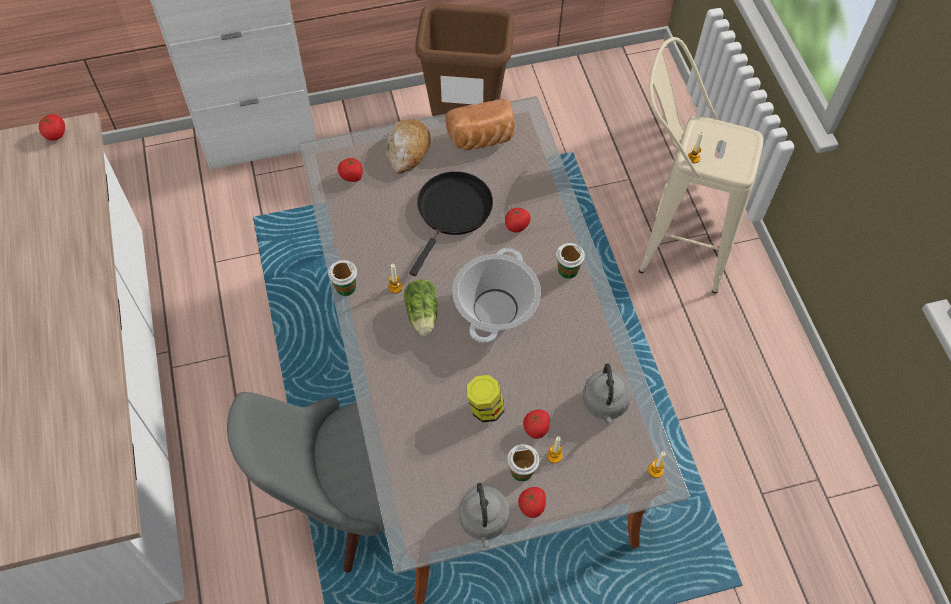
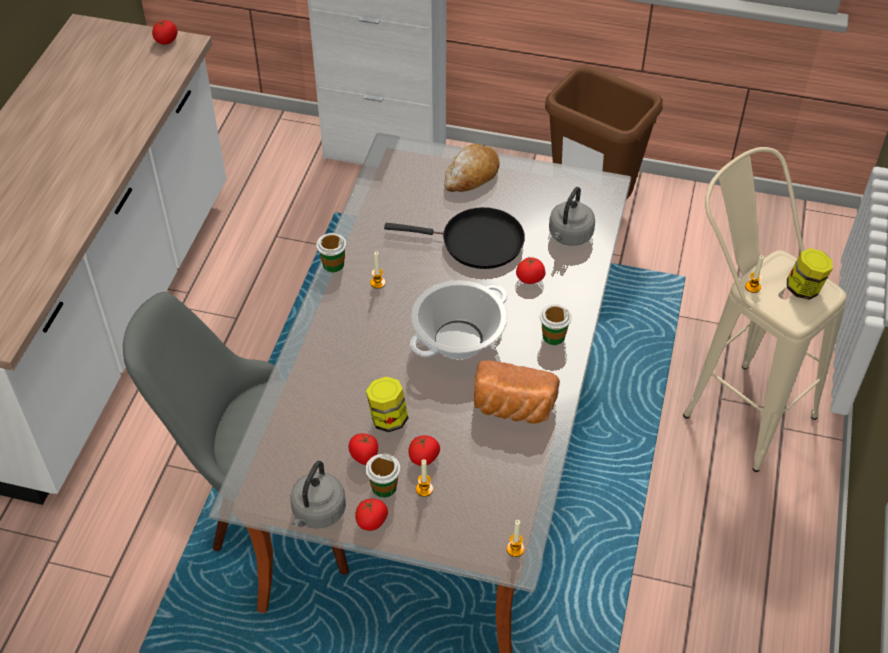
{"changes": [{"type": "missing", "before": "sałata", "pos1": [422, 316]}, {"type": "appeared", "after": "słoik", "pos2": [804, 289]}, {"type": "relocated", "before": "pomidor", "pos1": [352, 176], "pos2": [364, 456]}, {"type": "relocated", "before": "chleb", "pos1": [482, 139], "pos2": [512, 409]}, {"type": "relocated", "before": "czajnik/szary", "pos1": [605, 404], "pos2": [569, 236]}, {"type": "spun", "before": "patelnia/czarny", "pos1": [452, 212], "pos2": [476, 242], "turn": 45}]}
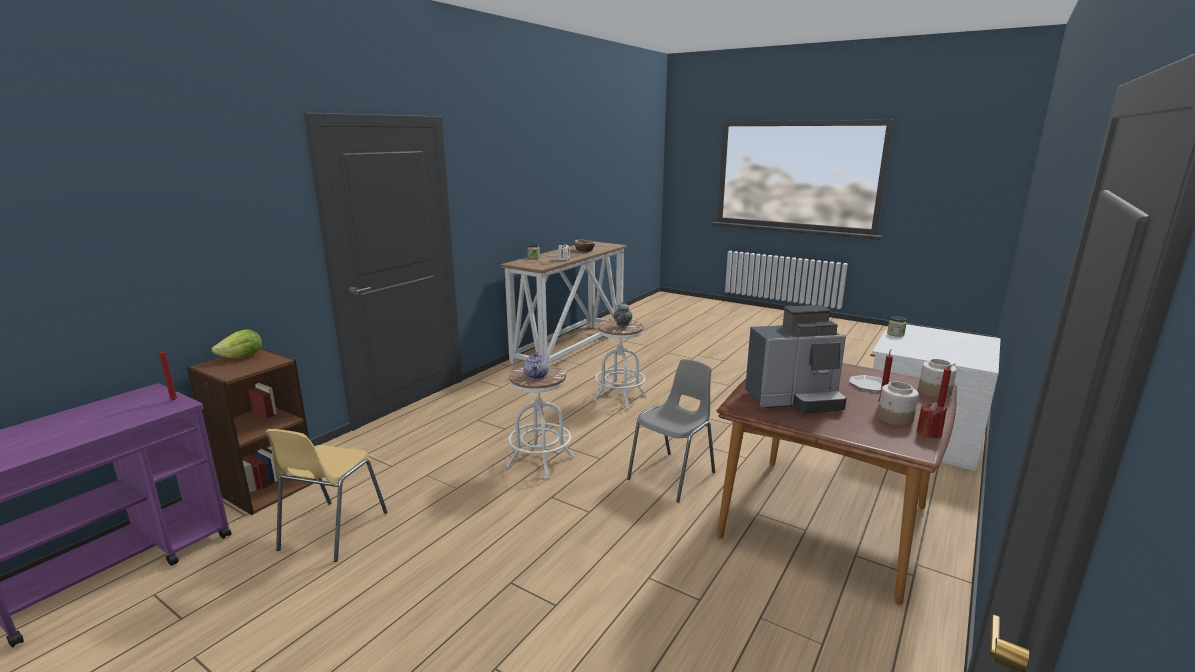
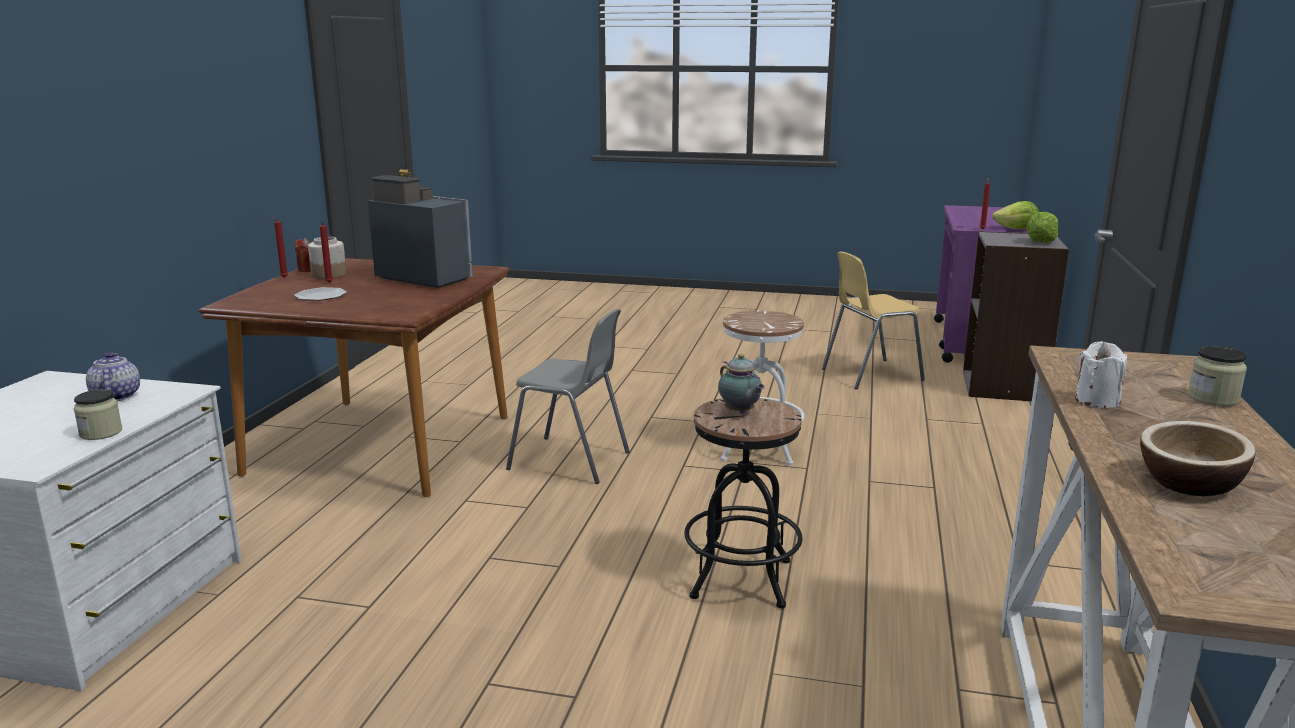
{"changes": [{"type": "missing", "before": "słoik", "pos1": [934, 392]}, {"type": "appeared", "after": "sałata", "pos2": [1016, 229]}, {"type": "relocated", "before": "imbryk", "pos1": [536, 376], "pos2": [115, 396]}, {"type": "colour", "before": "regał/brązowy", "after": "regał/szary", "pos1": [266, 487], "pos2": [1004, 387]}, {"type": "colour", "before": "stołek/biały", "after": "stołek/czarny", "pos1": [620, 398], "pos2": [741, 579]}, {"type": "spun", "before": "krzesło/żółty", "pos1": [332, 531], "pos2": [870, 374], "turn": -105}, {"type": "spun", "before": "krzesło/szary", "pos1": [673, 476], "pos2": [570, 461], "turn": -90}, {"type": "spun", "before": "ekspres do kawy", "pos1": [795, 400], "pos2": [424, 277], "turn": 60}]}
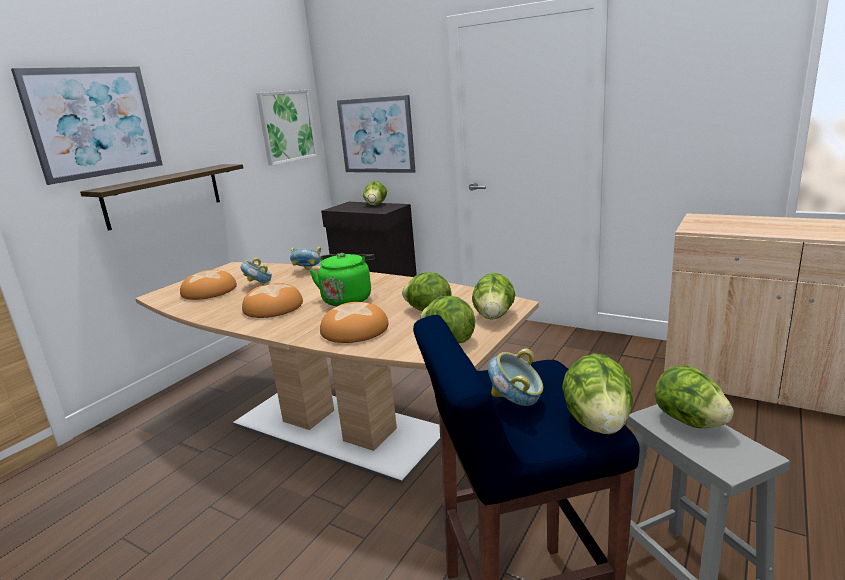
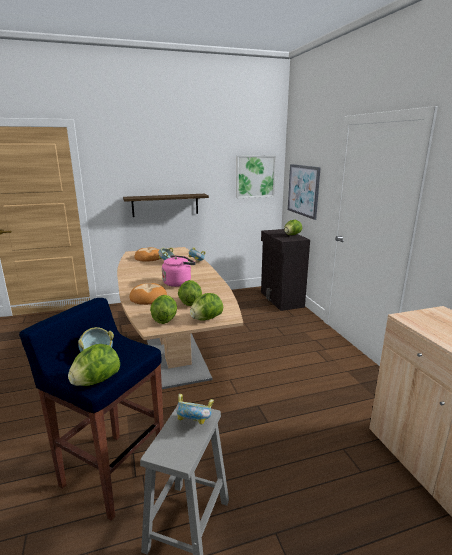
{"changes": [{"type": "missing", "before": "obraz", "pos1": [94, 122]}, {"type": "missing", "before": "chleb", "pos1": [273, 307]}, {"type": "exchanged", "before": "sałata", "after": "miska", "pos1": [689, 421], "pos2": [194, 423]}, {"type": "colour", "before": "czajnik/zielony", "after": "czajnik/różowy", "pos1": [348, 299], "pos2": [178, 282]}]}
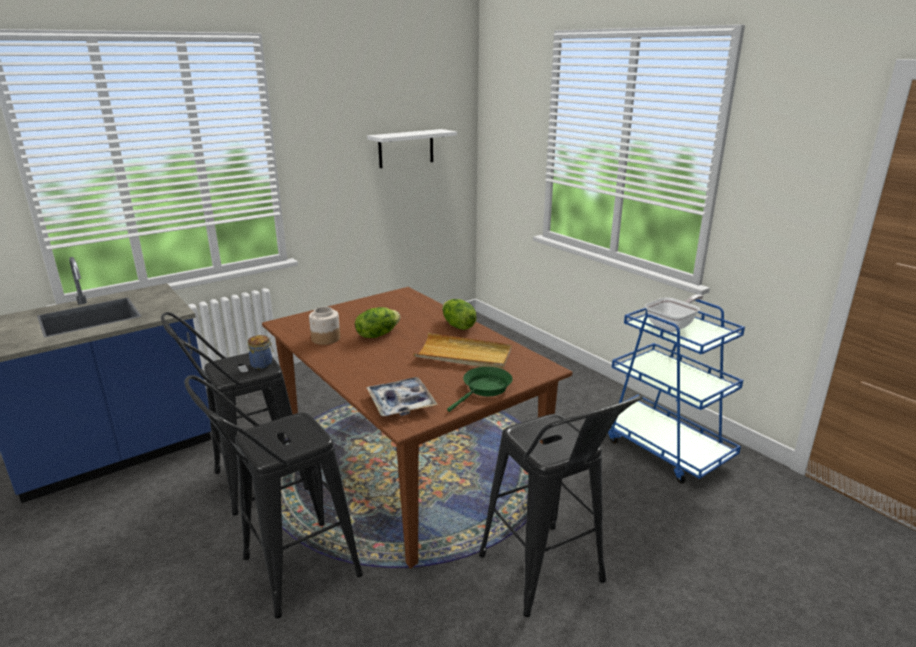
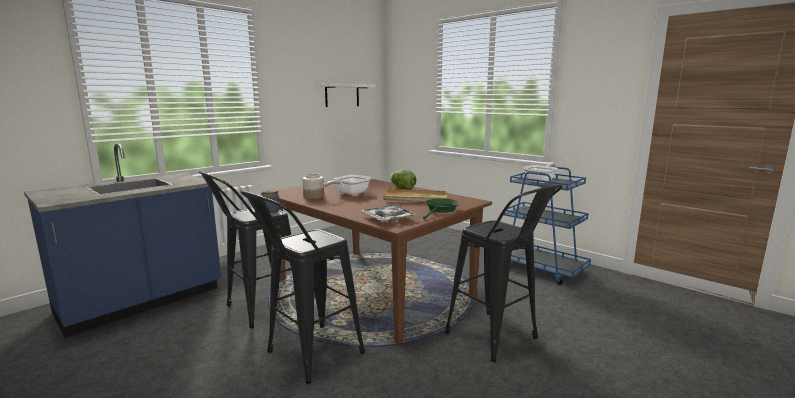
{"changes": [{"type": "exchanged", "before": "sałata", "after": "patelnia", "pos1": [377, 334], "pos2": [349, 193]}]}
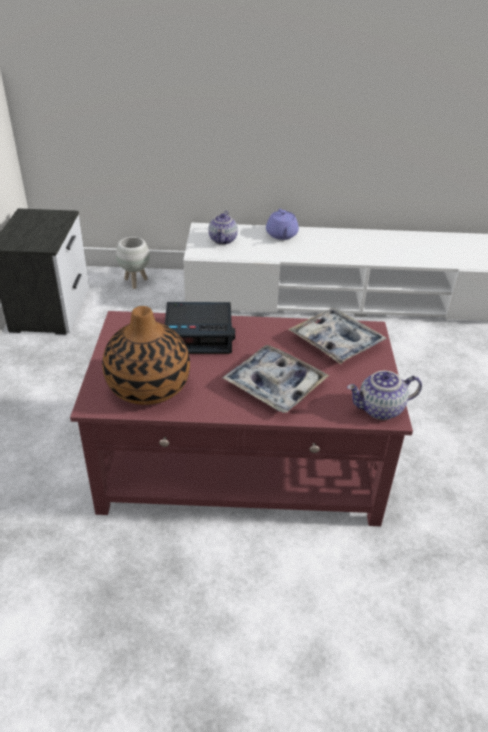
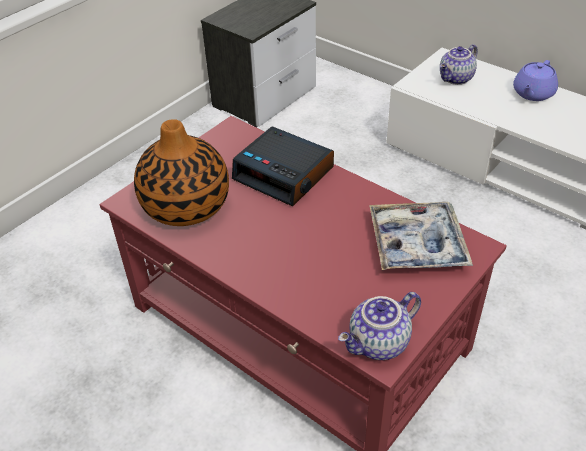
{"changes": [{"type": "missing", "before": "donica/biały", "pos1": [135, 282]}, {"type": "missing", "before": "taca", "pos1": [274, 385]}, {"type": "spun", "before": "imbryk", "pos1": [380, 410], "pos2": [379, 344], "turn": -60}]}
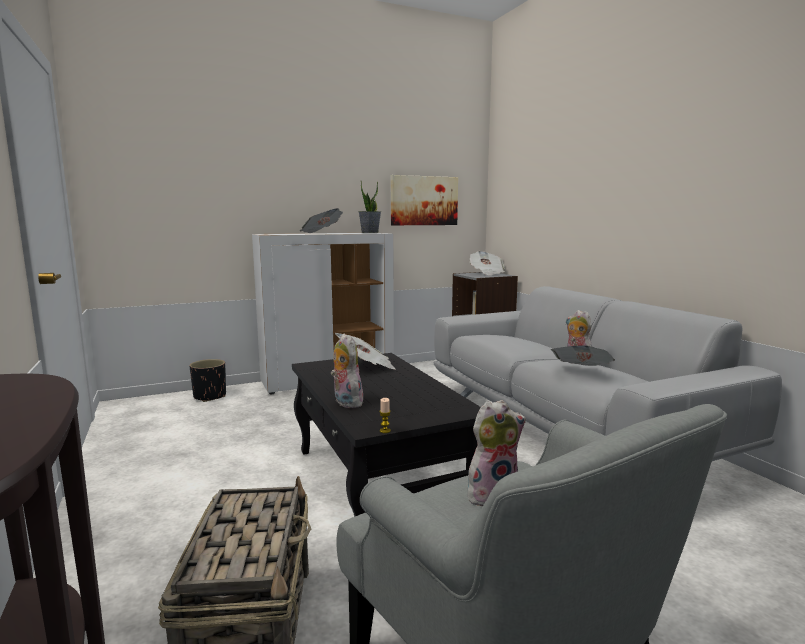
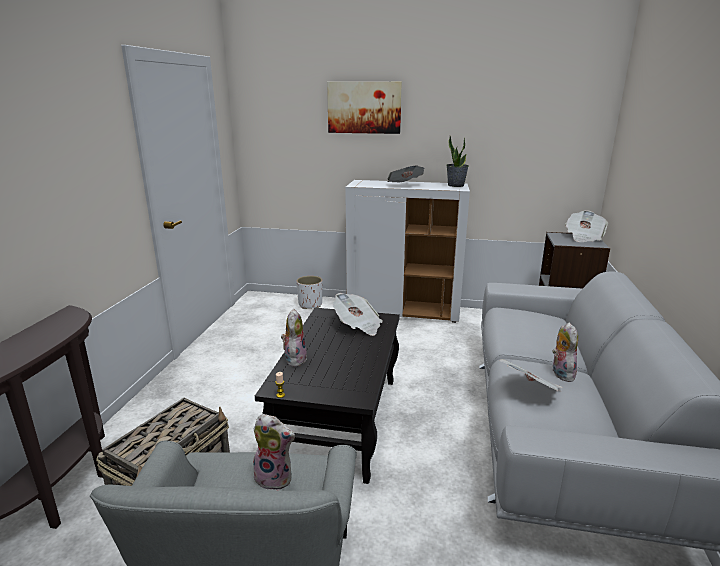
{"changes": [{"type": "relocated", "before": "obraz", "pos1": [424, 201], "pos2": [364, 107]}, {"type": "colour", "before": "donica/czarny", "after": "donica/biały", "pos1": [209, 396], "pos2": [310, 304]}]}
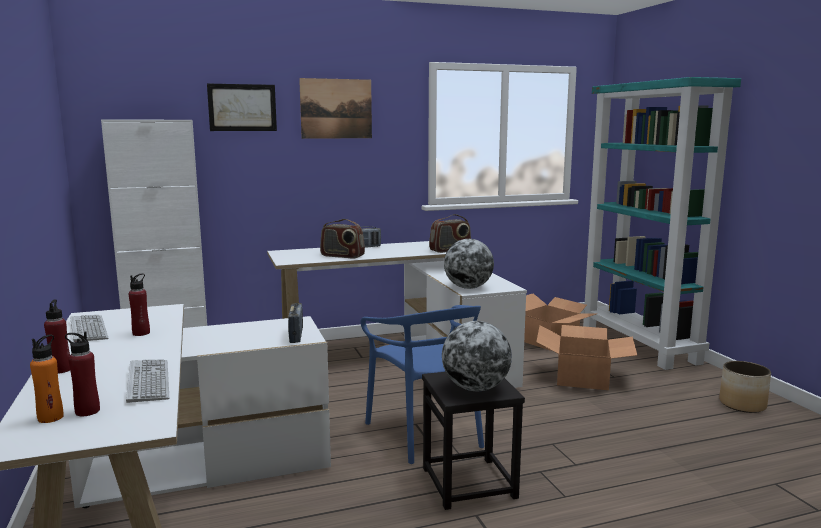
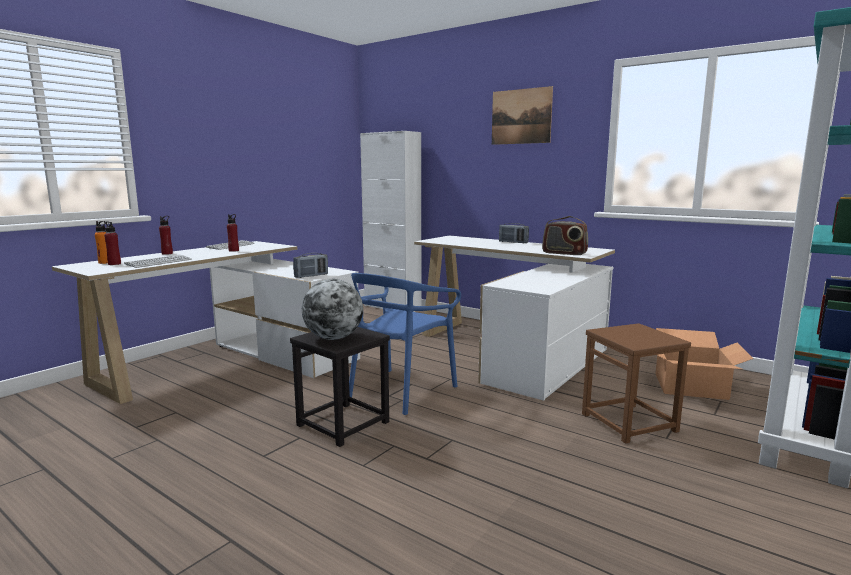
{"changes": [{"type": "missing", "before": "obraz", "pos1": [242, 107]}, {"type": "missing", "before": "radio", "pos1": [342, 256]}, {"type": "missing", "before": "globus", "pos1": [468, 287]}, {"type": "missing", "before": "donica", "pos1": [742, 404]}, {"type": "exchanged", "before": "karton", "after": "stołek/brązowy", "pos1": [583, 377], "pos2": [629, 422]}]}
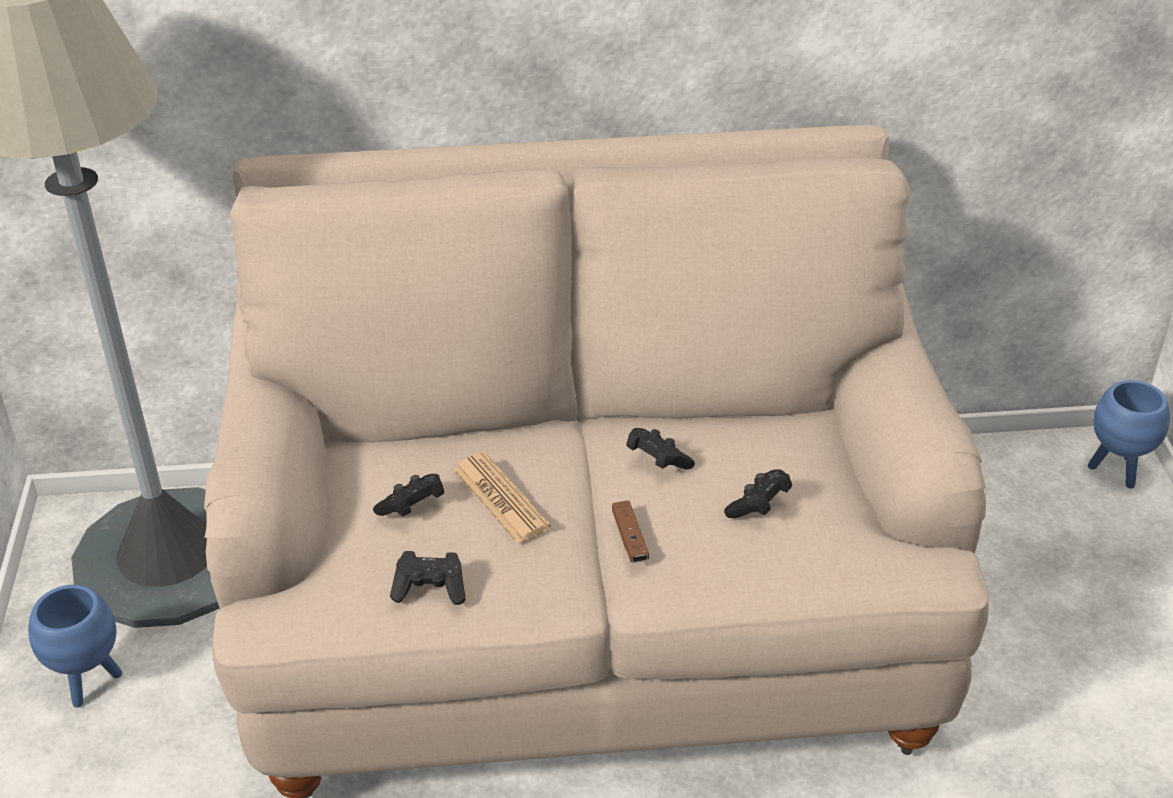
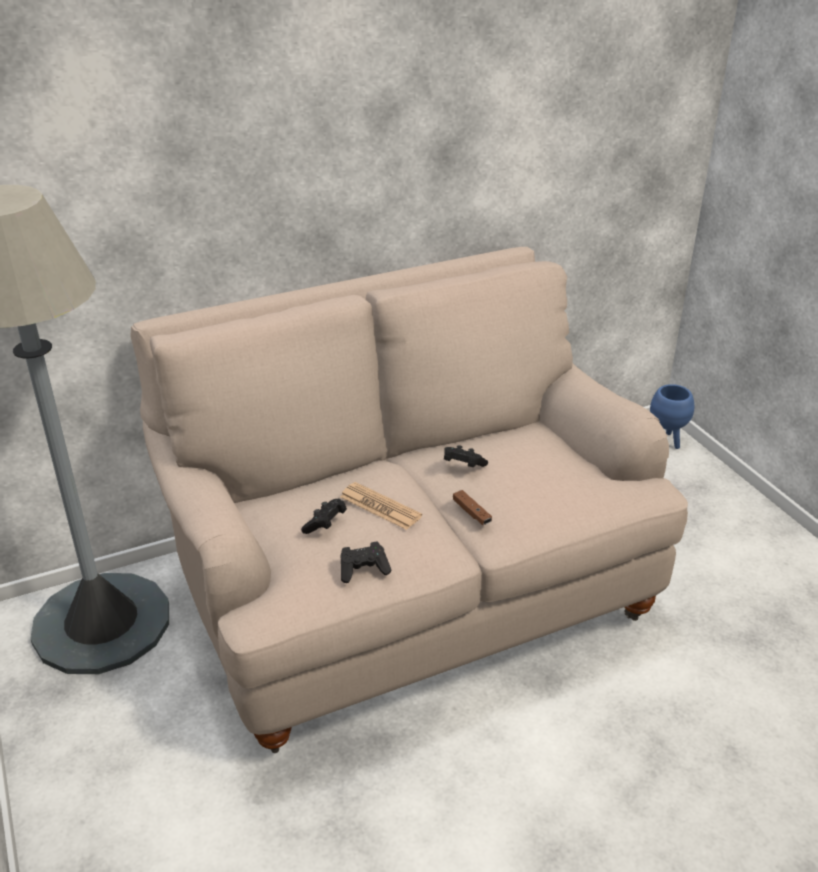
{"changes": [{"type": "missing", "before": "donica/niebieski", "pos1": [90, 683]}, {"type": "missing", "before": "pad do gier/czarny", "pos1": [758, 506]}]}
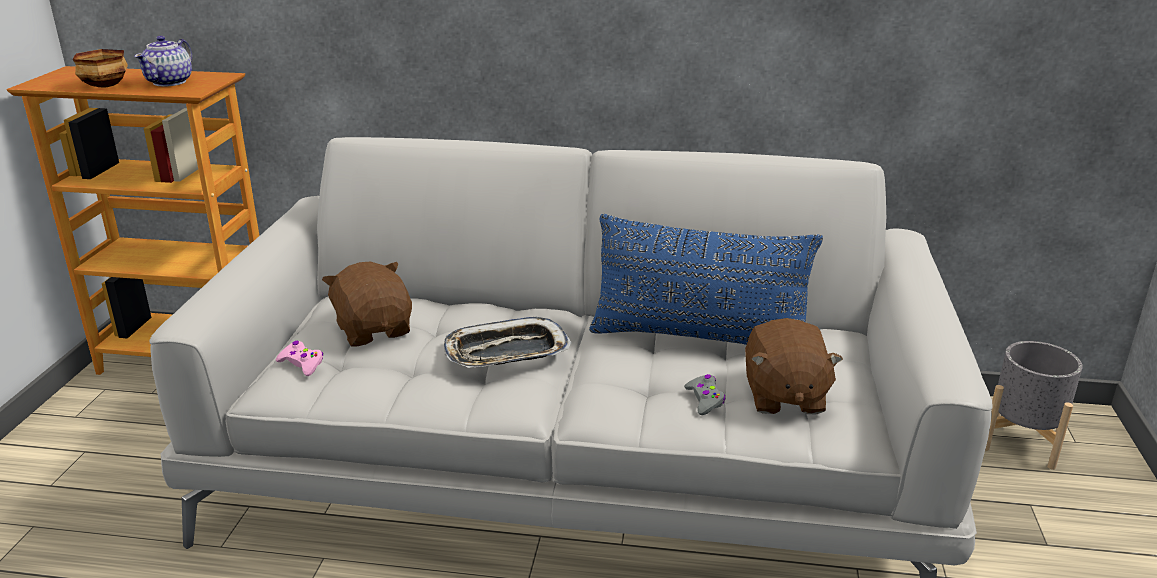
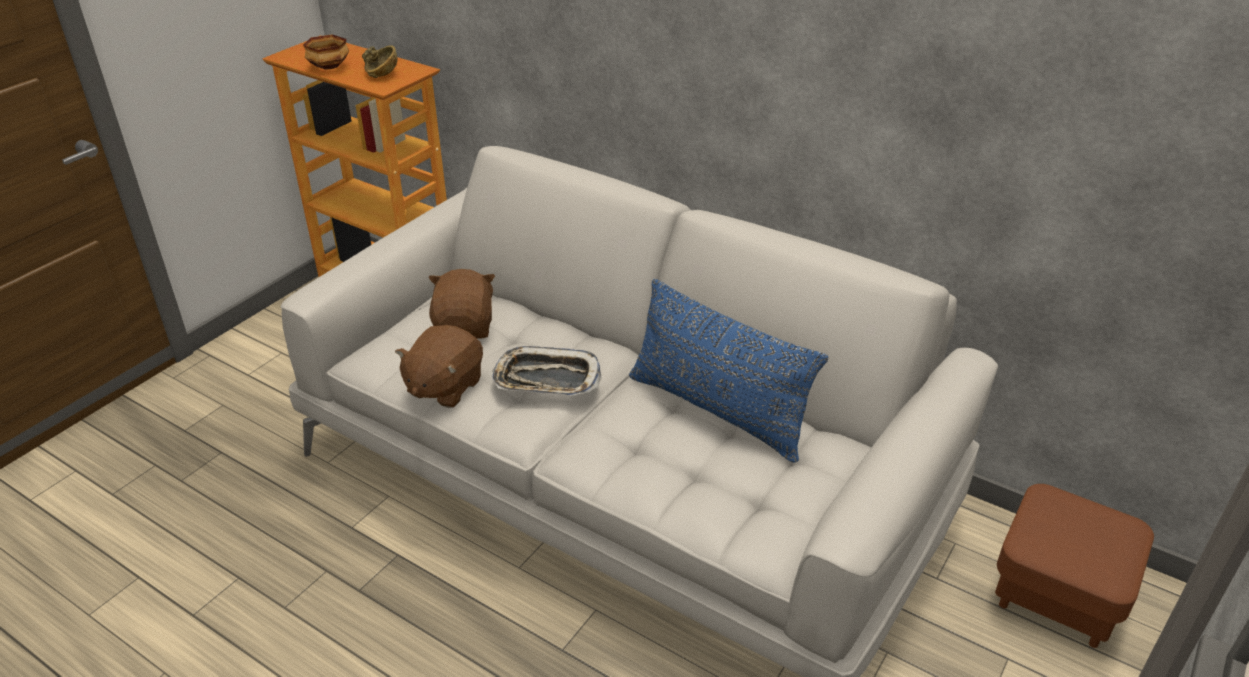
{"changes": [{"type": "missing", "before": "pad do gier/różowy", "pos1": [302, 364]}, {"type": "missing", "before": "pad do gier/szary", "pos1": [705, 400]}, {"type": "relocated", "before": "pluszak/brązowy", "pos1": [783, 396], "pos2": [444, 387]}, {"type": "exchanged", "before": "imbryk", "after": "miska/brązowy", "pos1": [170, 82], "pos2": [376, 71]}, {"type": "exchanged", "before": "donica/szary", "after": "pufa/brązowy", "pos1": [1022, 442], "pos2": [1057, 593]}]}
